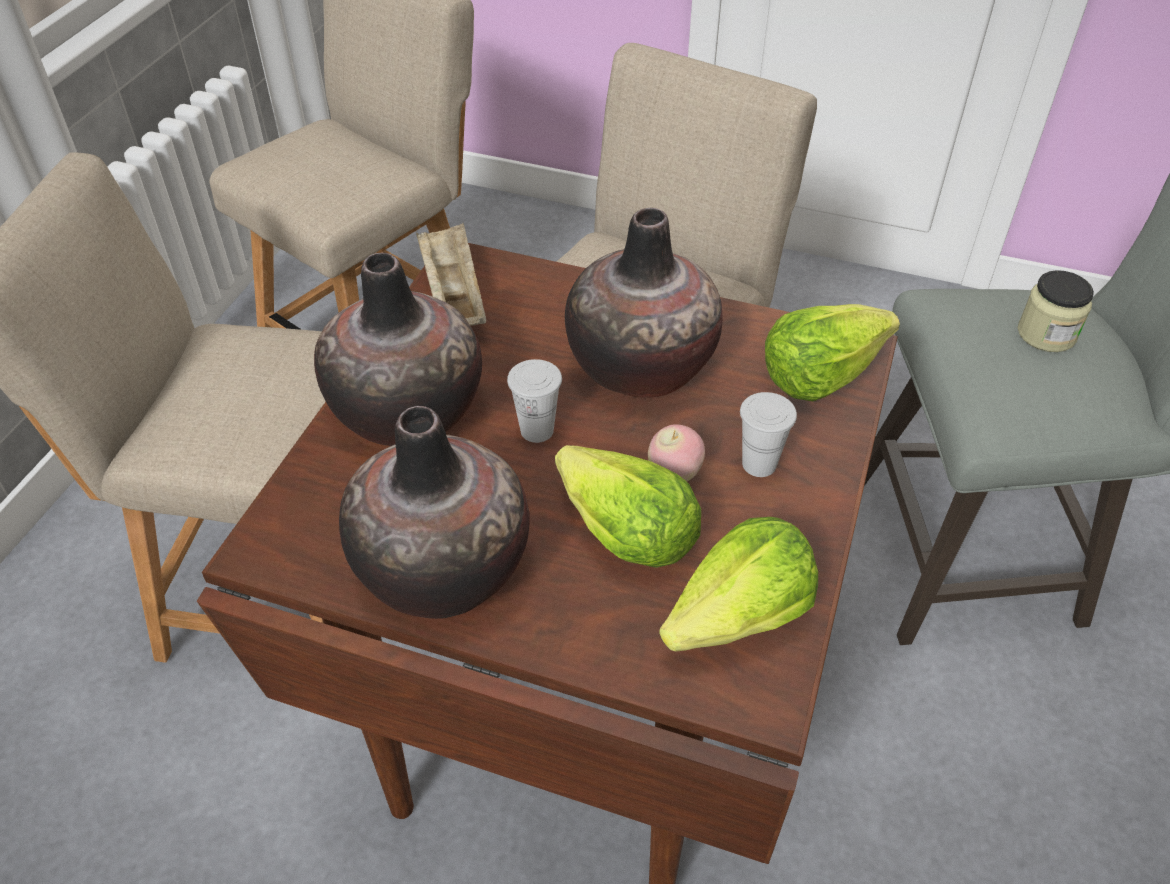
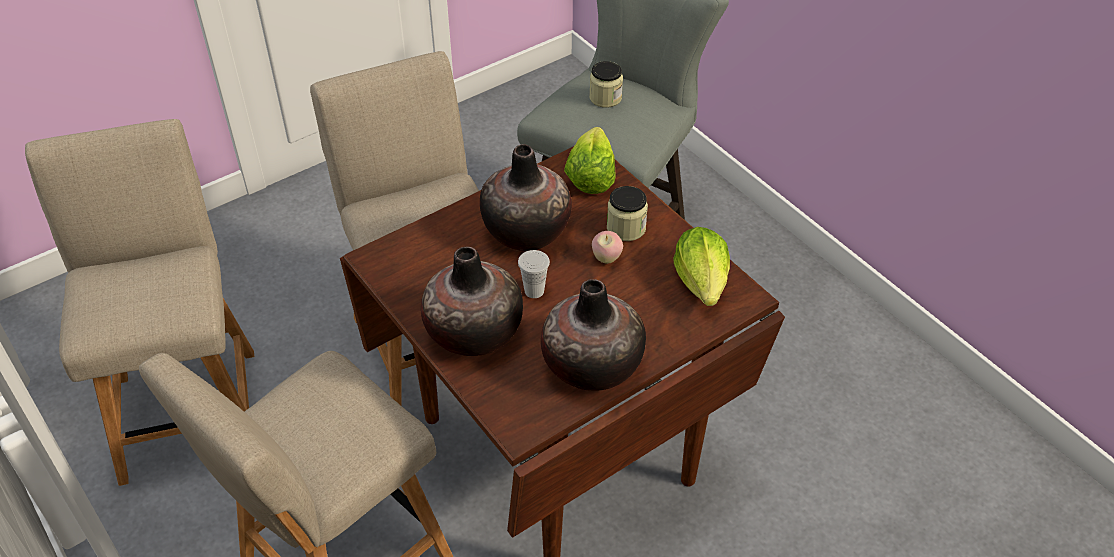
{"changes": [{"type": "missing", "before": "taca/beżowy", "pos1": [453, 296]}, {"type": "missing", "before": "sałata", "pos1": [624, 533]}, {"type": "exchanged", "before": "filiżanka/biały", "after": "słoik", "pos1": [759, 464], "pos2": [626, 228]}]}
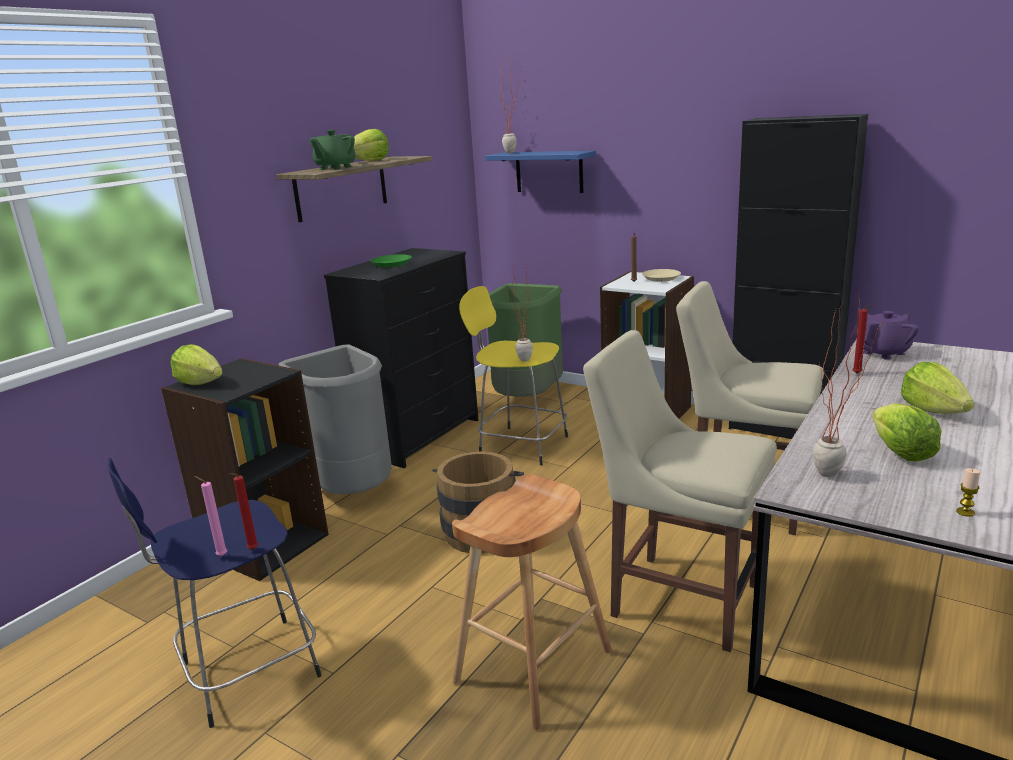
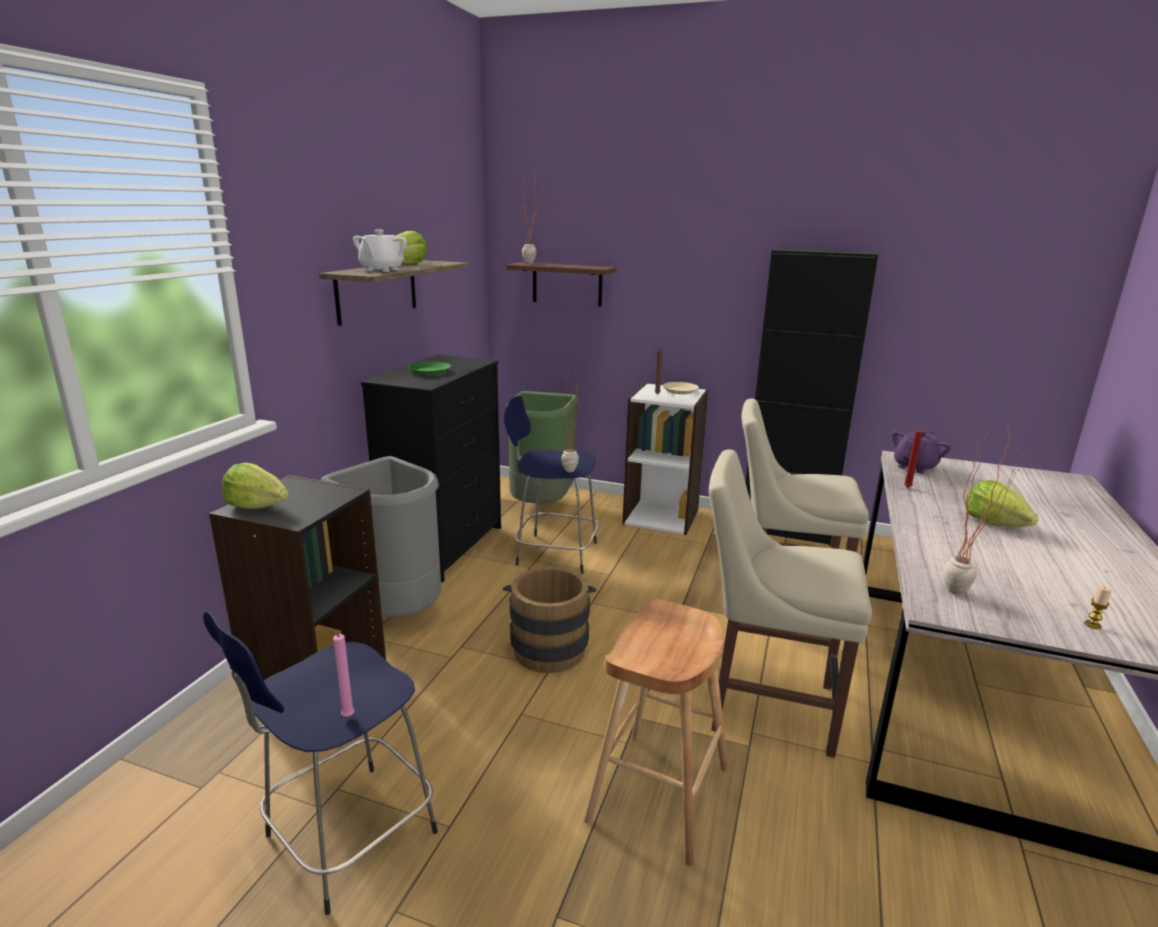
{"changes": [{"type": "missing", "before": "świeca/czerwony", "pos1": [251, 550]}, {"type": "missing", "before": "sałata", "pos1": [900, 452]}, {"type": "colour", "before": "imbryk/zielony", "after": "imbryk/biały", "pos1": [335, 168], "pos2": [381, 270]}, {"type": "colour", "before": "stołek/żółty", "after": "stołek/niebieski", "pos1": [520, 445], "pos2": [553, 553]}, {"type": "colour", "before": "półka/niebieski", "after": "półka/brązowy", "pos1": [549, 172], "pos2": [567, 284]}]}
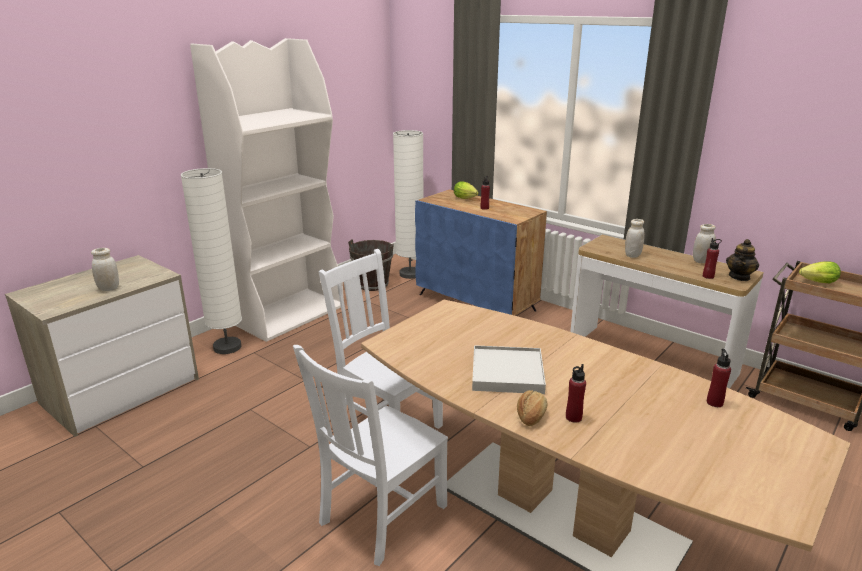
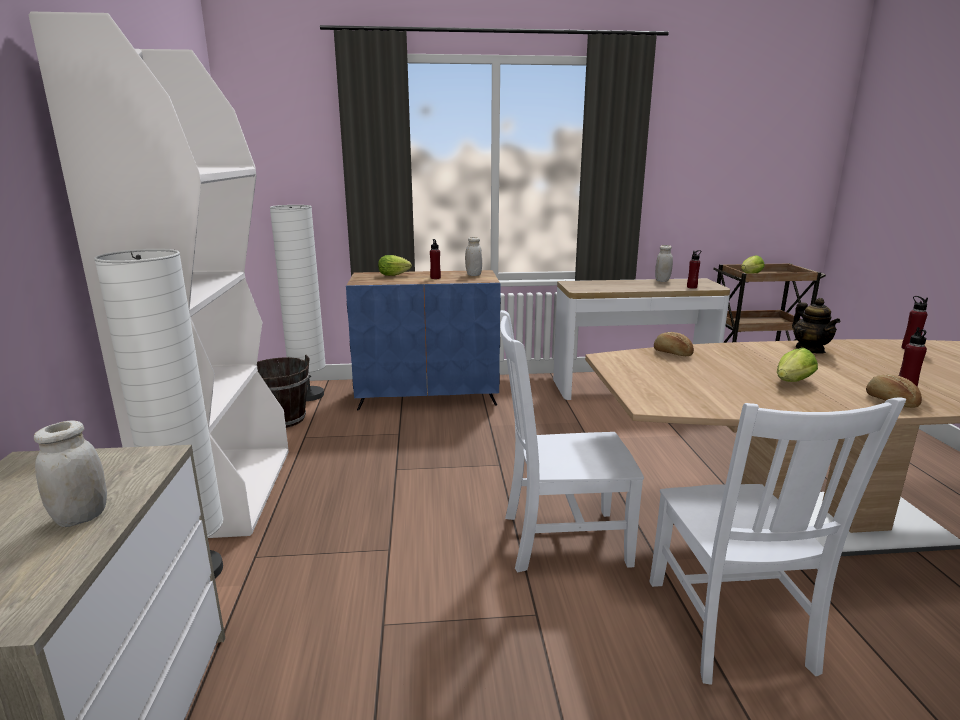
{"changes": [{"type": "appeared", "after": "chleb", "pos2": [672, 353]}, {"type": "relocated", "before": "słoik/biały", "pos1": [632, 255], "pos2": [473, 275]}, {"type": "relocated", "before": "imbryk", "pos1": [739, 277], "pos2": [810, 350]}, {"type": "exchanged", "before": "taca/biały", "after": "sałata", "pos1": [507, 373], "pos2": [791, 383]}]}
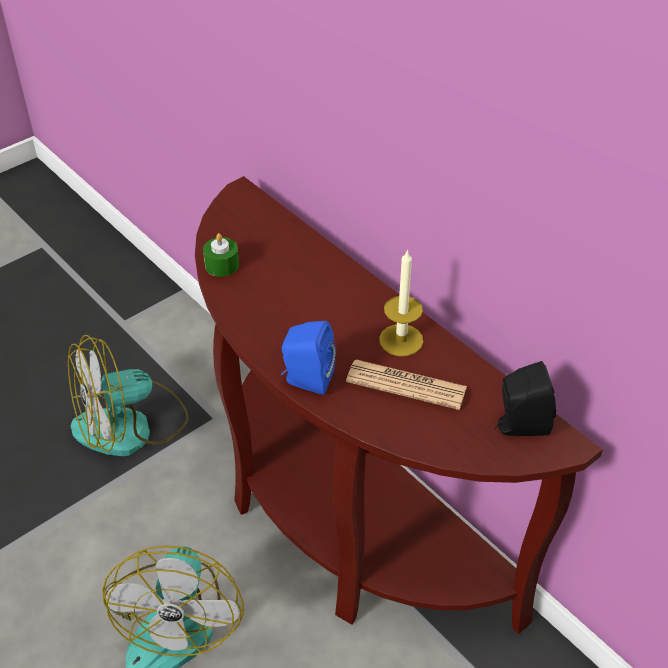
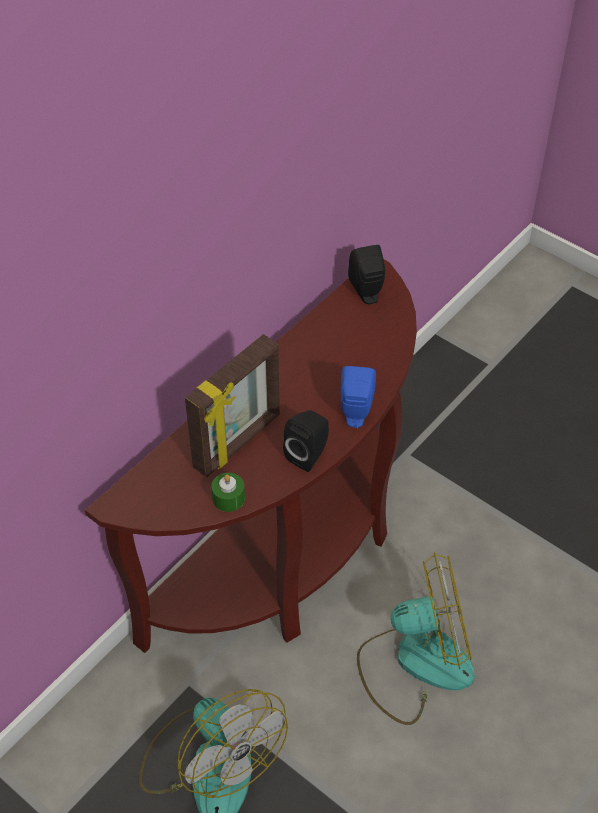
{"changes": [{"type": "missing", "before": "gazeta", "pos1": [406, 385]}, {"type": "missing", "before": "świeca", "pos1": [401, 340]}, {"type": "appeared", "after": "ramka na zdjęcie", "pos2": [238, 442]}, {"type": "appeared", "after": "głośnik/czarny", "pos2": [309, 454]}]}
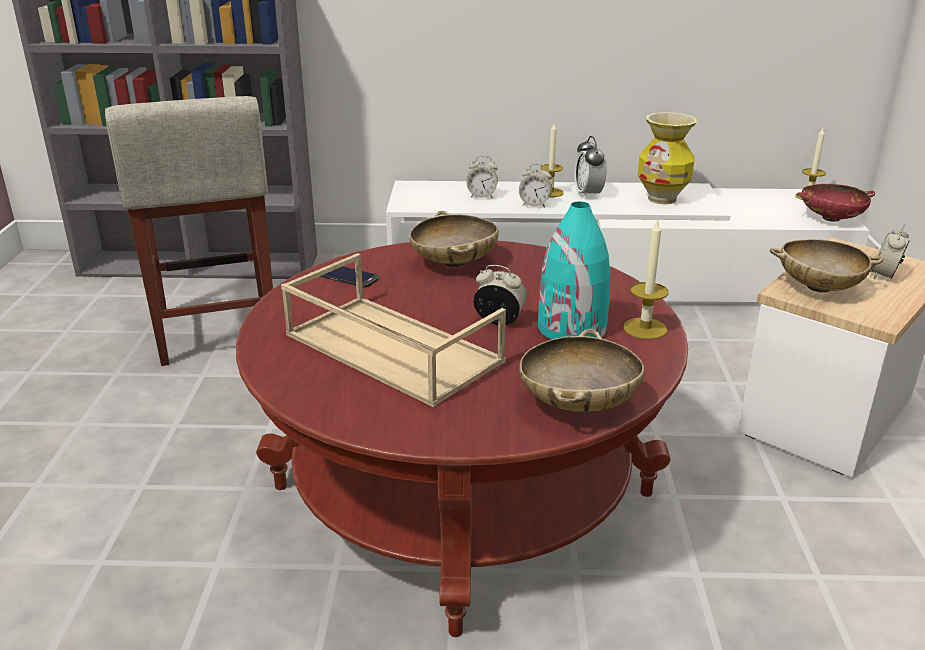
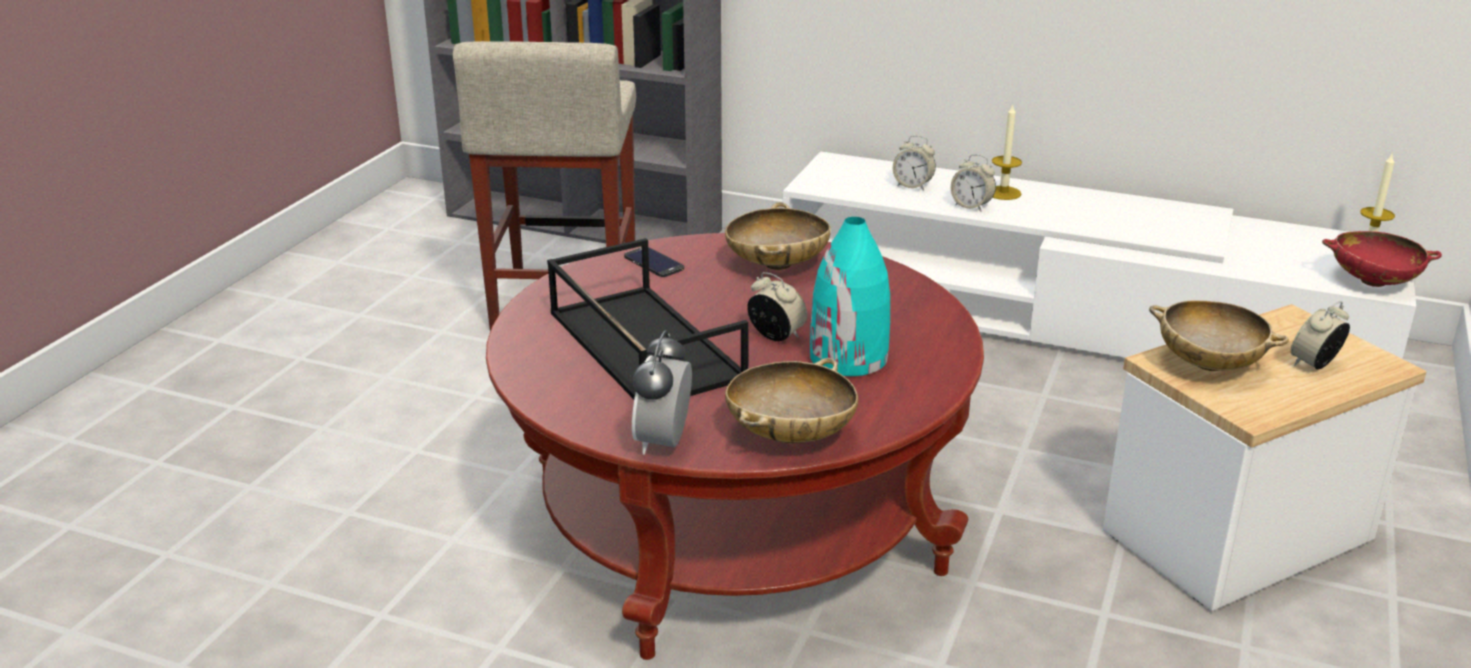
{"changes": [{"type": "missing", "before": "świeca", "pos1": [645, 328]}, {"type": "missing", "before": "wazon", "pos1": [662, 199]}, {"type": "relocated", "before": "budzik", "pos1": [588, 194], "pos2": [663, 442]}, {"type": "colour", "before": "taca/beżowy", "after": "taca/czarny", "pos1": [389, 348], "pos2": [642, 345]}]}
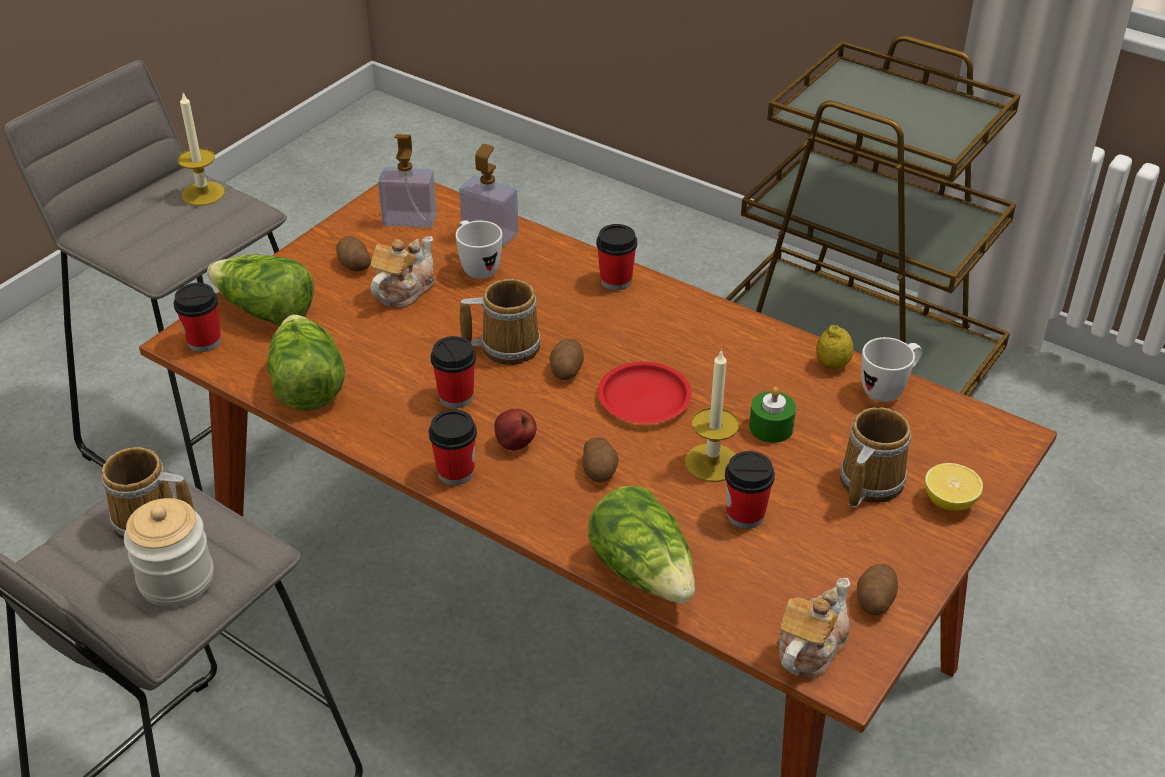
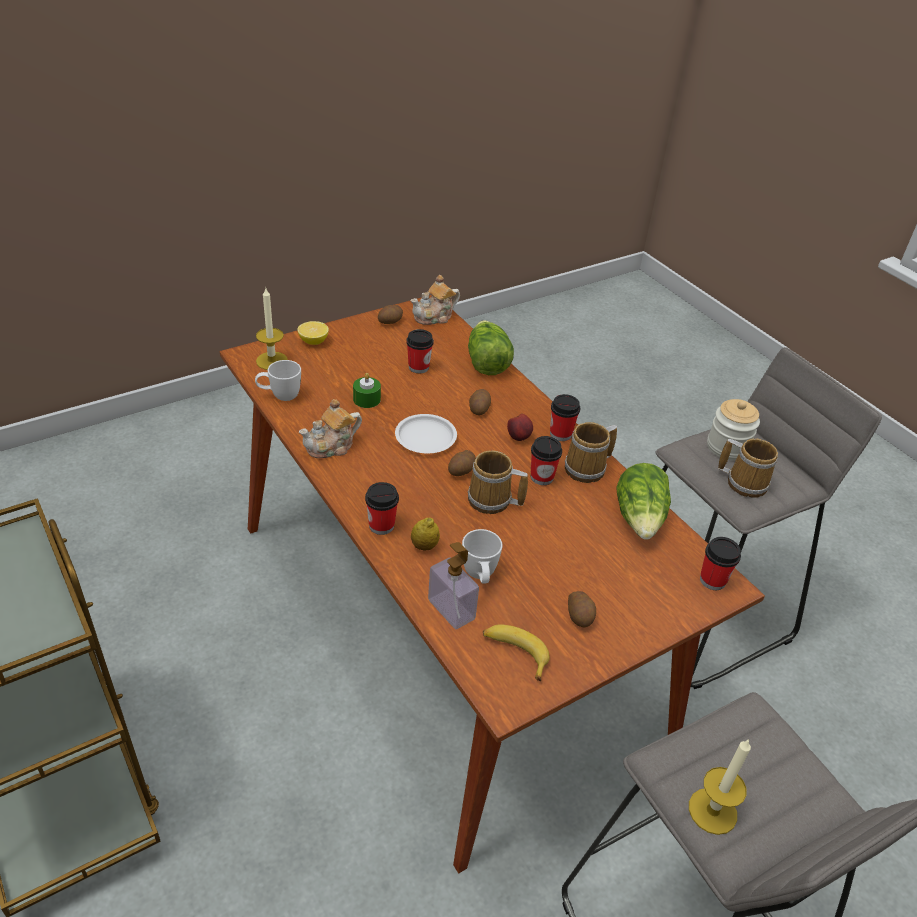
{"changes": [{"type": "missing", "before": "sałata", "pos1": [265, 311]}, {"type": "relocated", "before": "imbryk", "pos1": [403, 290], "pos2": [331, 446]}, {"type": "relocated", "before": "świeca", "pos1": [712, 463], "pos2": [272, 361]}, {"type": "relocated", "before": "cytryna", "pos1": [832, 364], "pos2": [424, 546]}, {"type": "relocated", "before": "kubek", "pos1": [867, 483], "pos2": [588, 469]}, {"type": "exchanged", "before": "dozownik mydła", "after": "banan", "pos1": [409, 220], "pos2": [515, 653]}, {"type": "colour", "before": "talerz/czerwony", "after": "talerz/biały", "pos1": [643, 399], "pos2": [426, 437]}]}
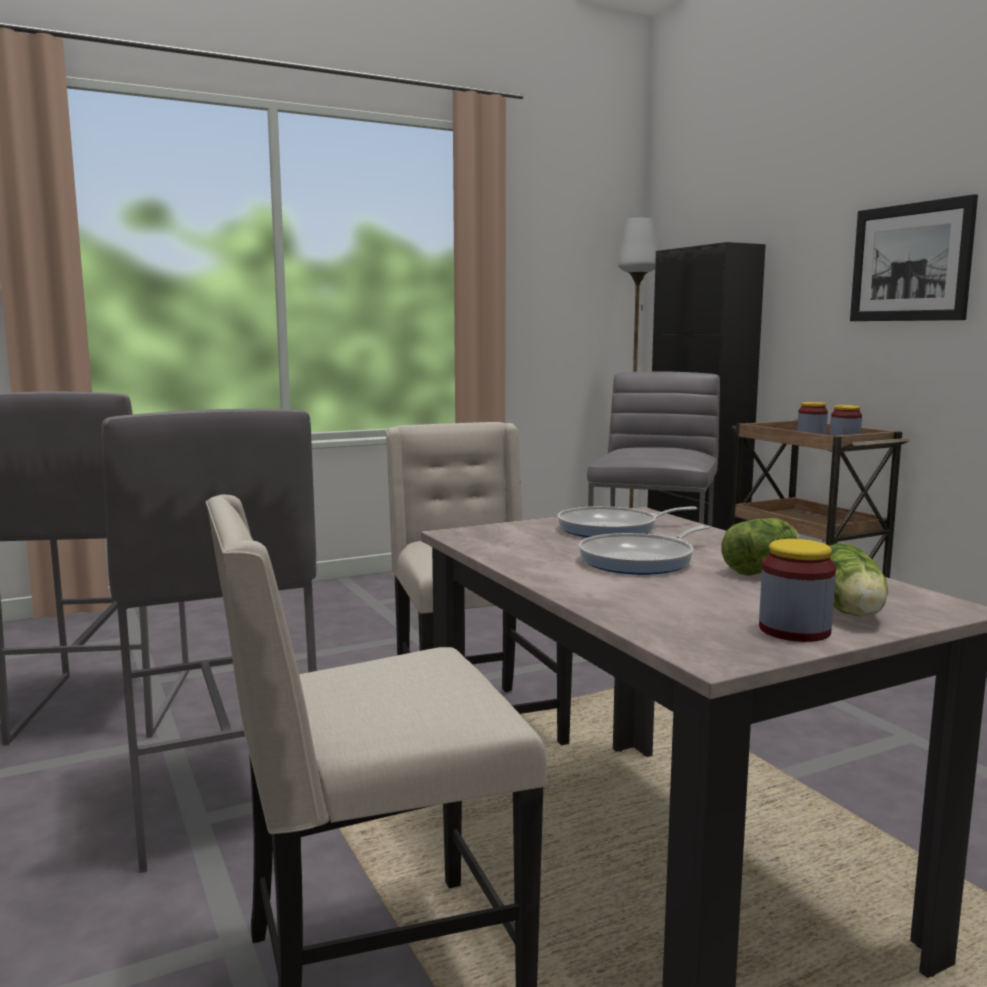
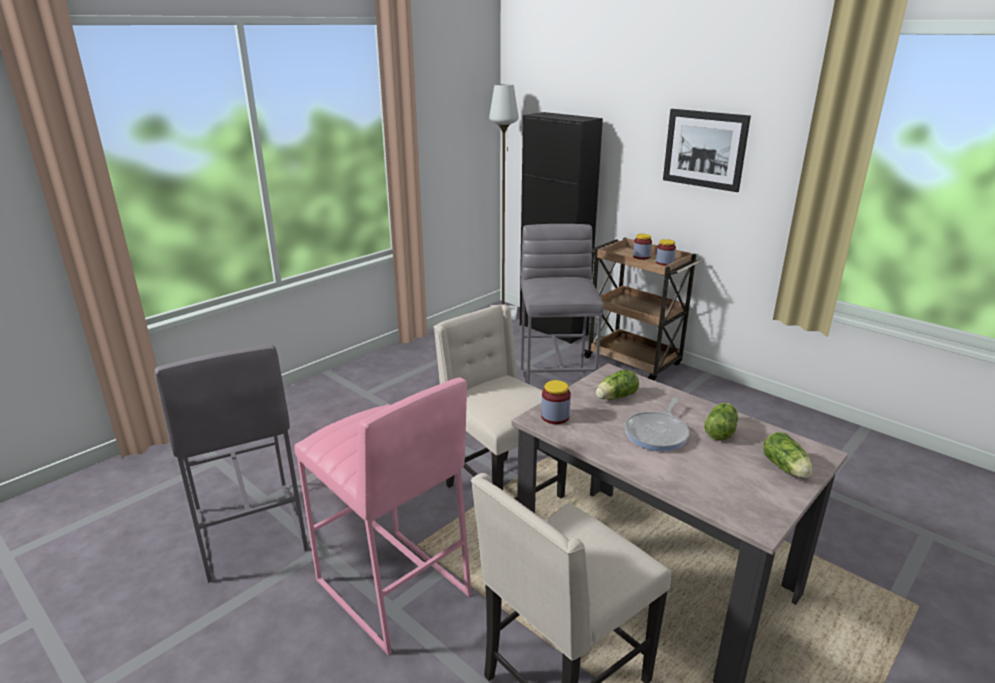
{"changes": [{"type": "relocated", "before": "słoik", "pos1": [794, 630], "pos2": [555, 417]}, {"type": "exchanged", "before": "patelnia", "after": "sałata", "pos1": [613, 529], "pos2": [615, 397]}, {"type": "colour", "before": "stołek/szary", "after": "stołek/różowy", "pos1": [219, 799], "pos2": [392, 589]}]}
